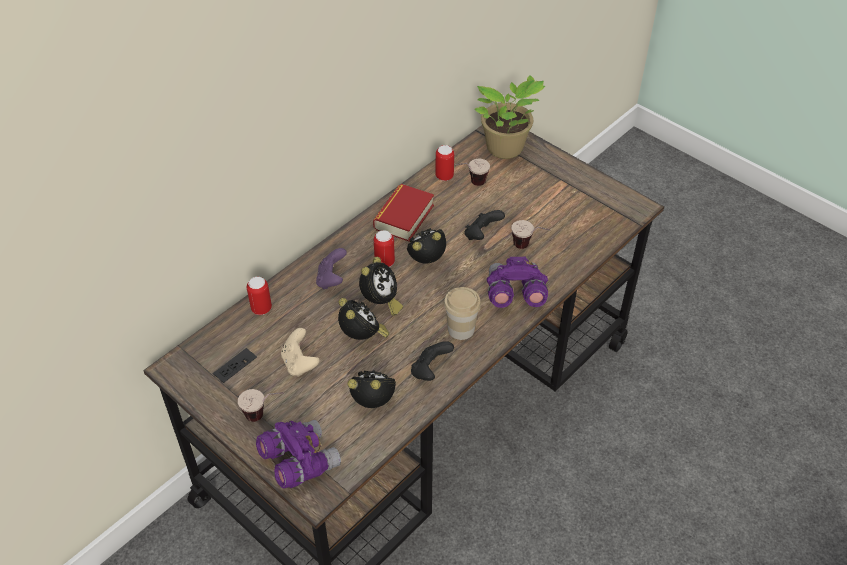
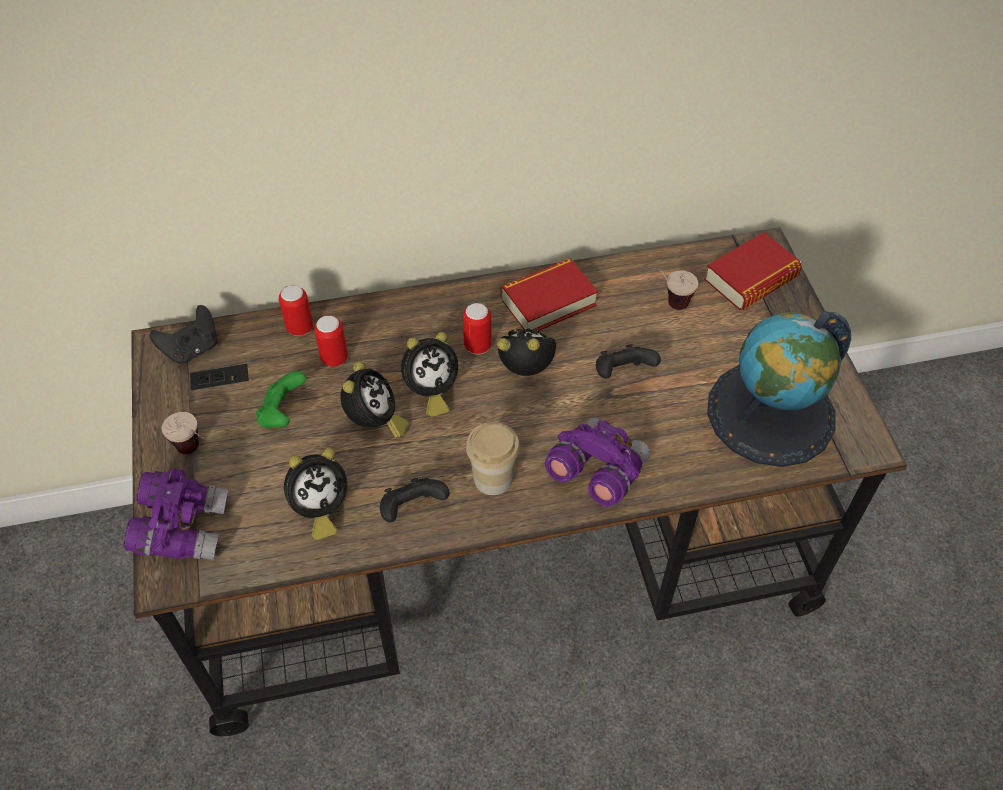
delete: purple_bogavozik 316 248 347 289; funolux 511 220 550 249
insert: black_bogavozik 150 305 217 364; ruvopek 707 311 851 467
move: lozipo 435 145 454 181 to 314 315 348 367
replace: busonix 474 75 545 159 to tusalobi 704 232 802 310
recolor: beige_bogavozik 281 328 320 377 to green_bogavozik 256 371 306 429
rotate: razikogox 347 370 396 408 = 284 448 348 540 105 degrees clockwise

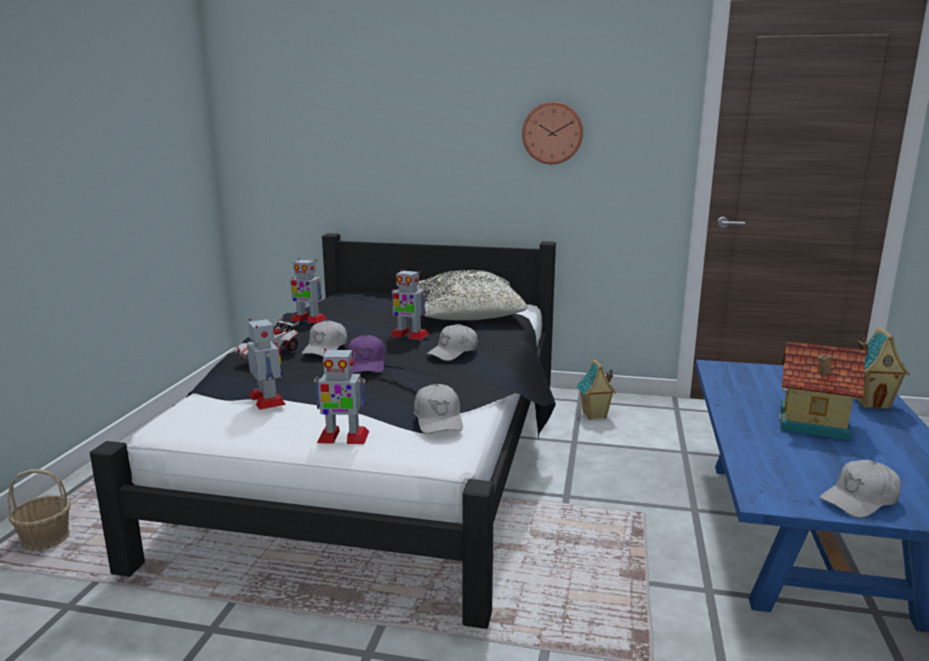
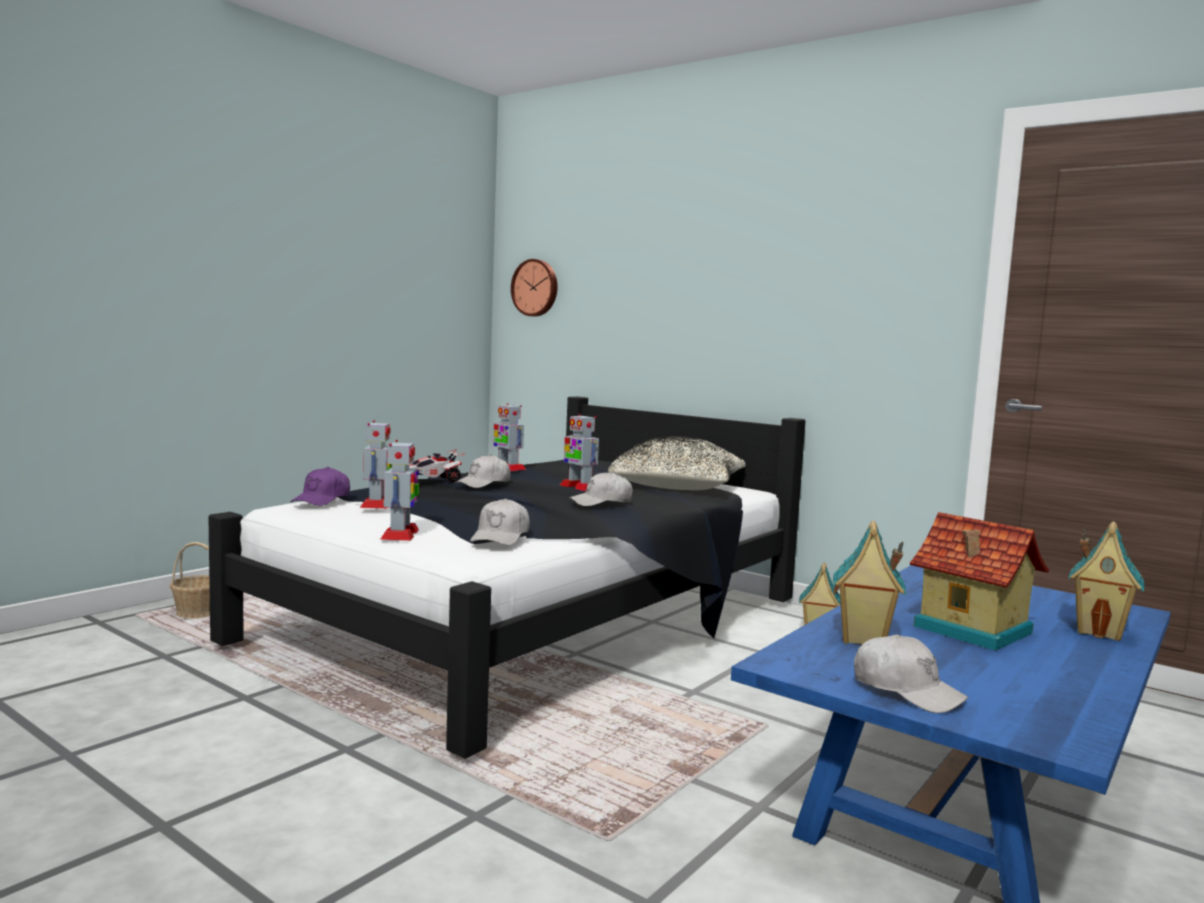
insert: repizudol 833 520 907 644
move: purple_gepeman 347 334 386 374 to 290 467 350 506; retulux 522 102 583 164 to 511 259 558 317
rotate: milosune 314 348 369 444 = 380 440 419 541 120 degrees counterclockwise; white_gepeman 820 460 901 518 = 854 634 968 713 135 degrees counterclockwise

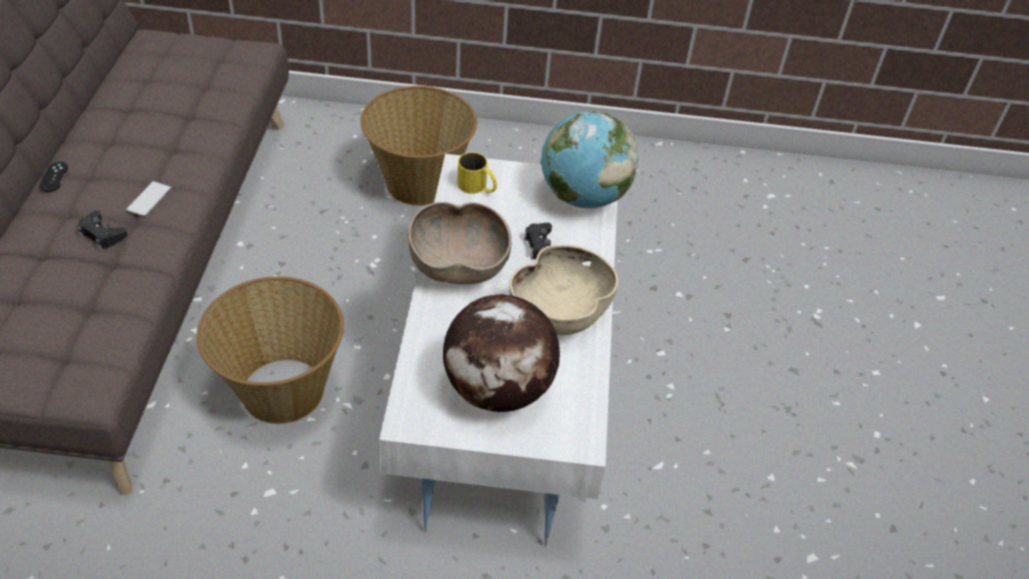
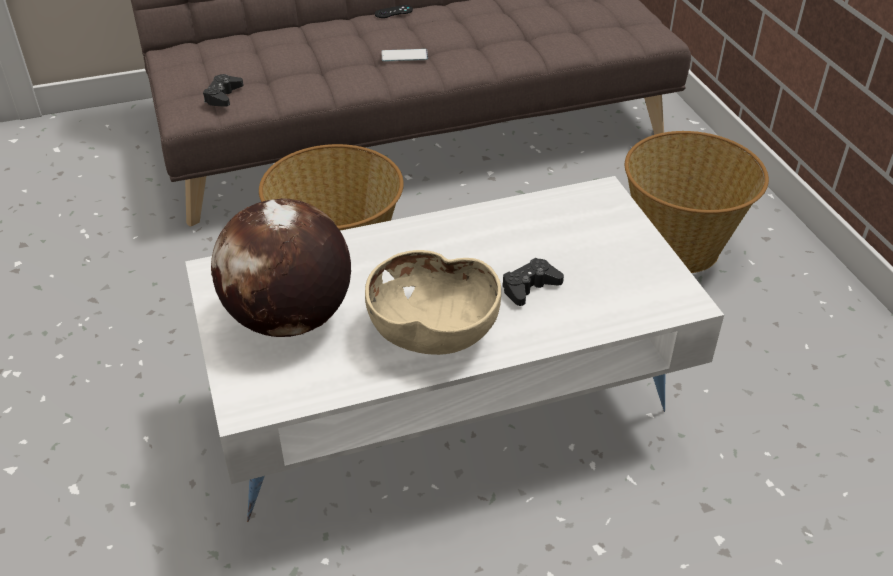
delete: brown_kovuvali 408 202 512 284; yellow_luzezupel 457 152 497 194; ruvopek 541 110 638 208
move: black_bogavozik 77 211 127 250 to 203 74 243 107

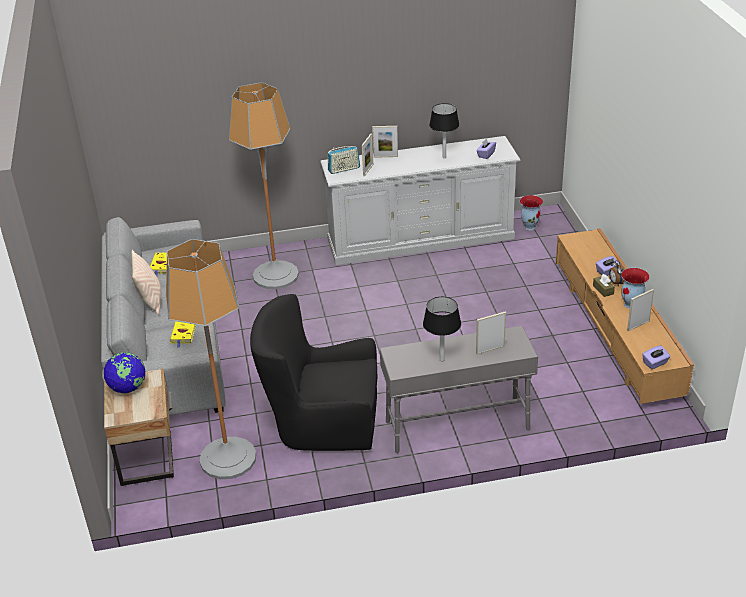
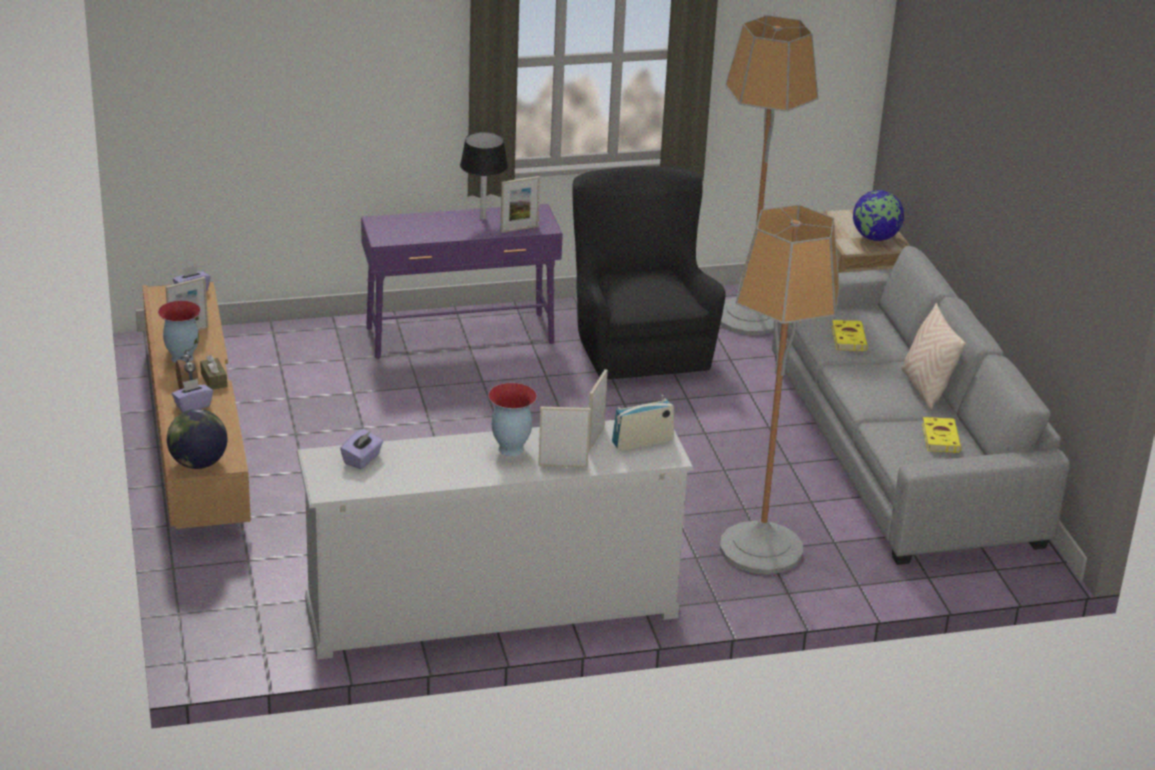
delete: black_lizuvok 429 103 459 158
insert: ruvopek 167 409 227 469
move: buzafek 476 312 506 355 to 500 176 540 233; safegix 520 195 543 230 to 488 383 537 456
recolor: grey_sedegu 380 326 538 453 to purple_sedegu 361 204 563 359
rotate: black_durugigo 250 294 377 451 = 572 166 726 379 105 degrees counterclockwise

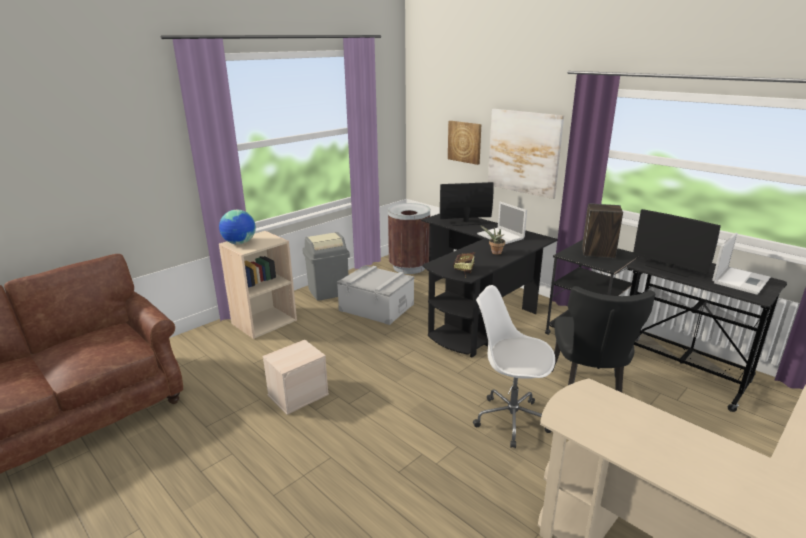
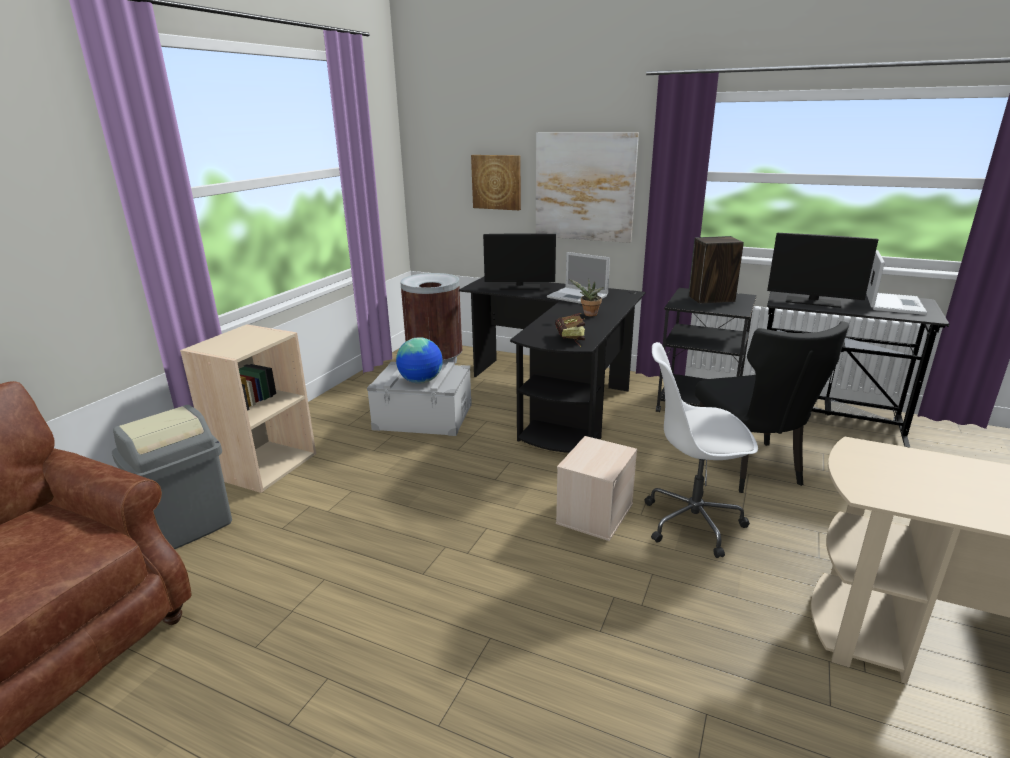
move: ruvopek 219 210 256 245 to 396 337 443 384; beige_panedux 262 340 329 415 to 556 436 637 541; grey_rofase 302 232 350 301 to 112 405 232 549
rotate: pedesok 440 182 494 226 = 483 233 556 290 150 degrees counterclockwise

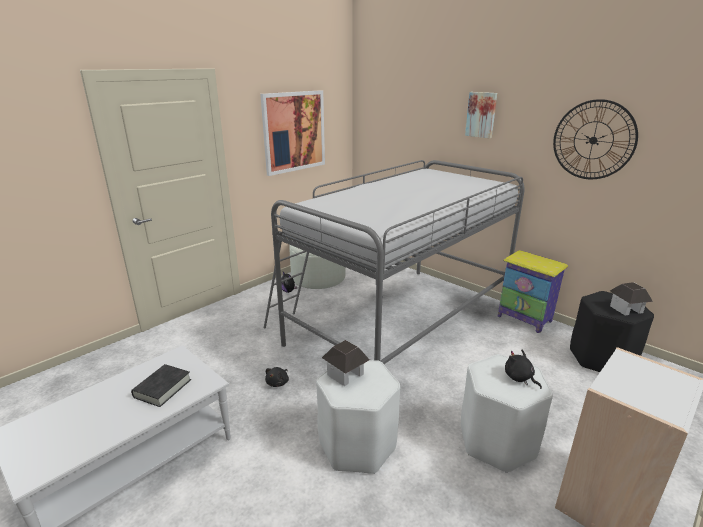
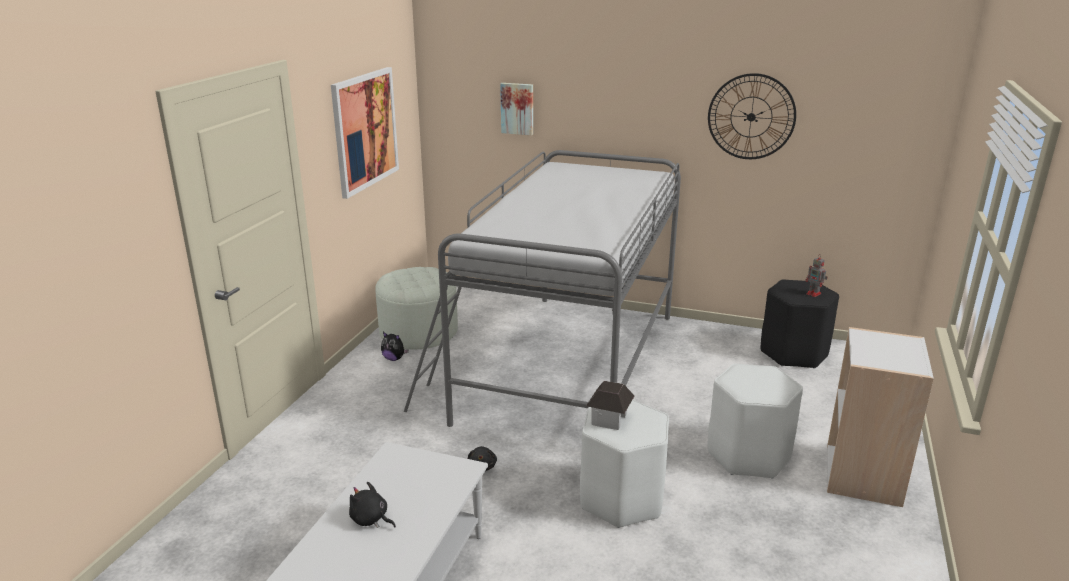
delete: black_tusalobi 131 364 191 407; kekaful 498 250 568 333
move: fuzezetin 465 92 497 138 to 500 83 533 135; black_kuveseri 505 350 542 389 to 349 482 396 528
replace: repizudol 610 282 653 316 to milosune 805 254 828 297

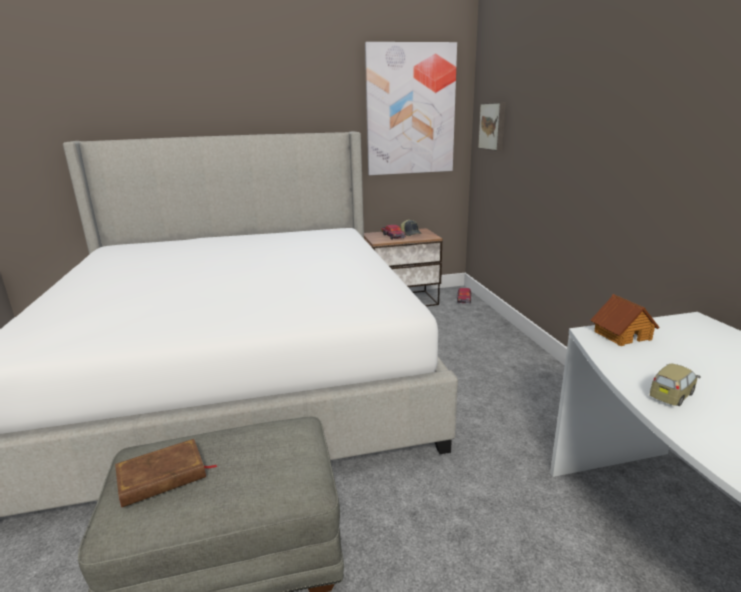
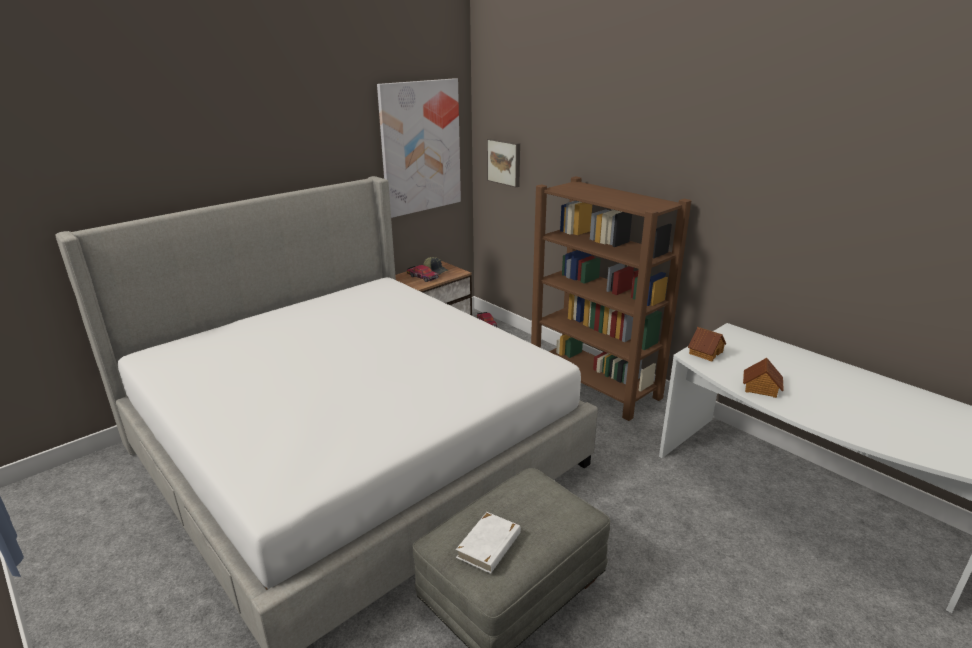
insert: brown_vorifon 531 176 691 421
replace: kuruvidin 650 363 701 407 to repizudol 743 358 784 398
recolor: brown_tusalobi 115 439 218 507 to white_tusalobi 456 512 521 574

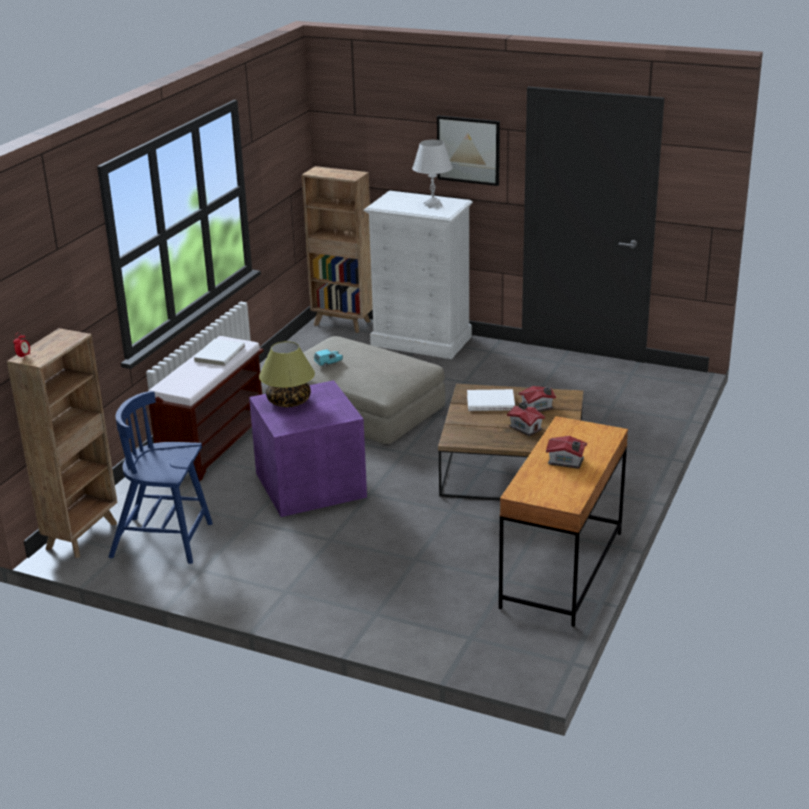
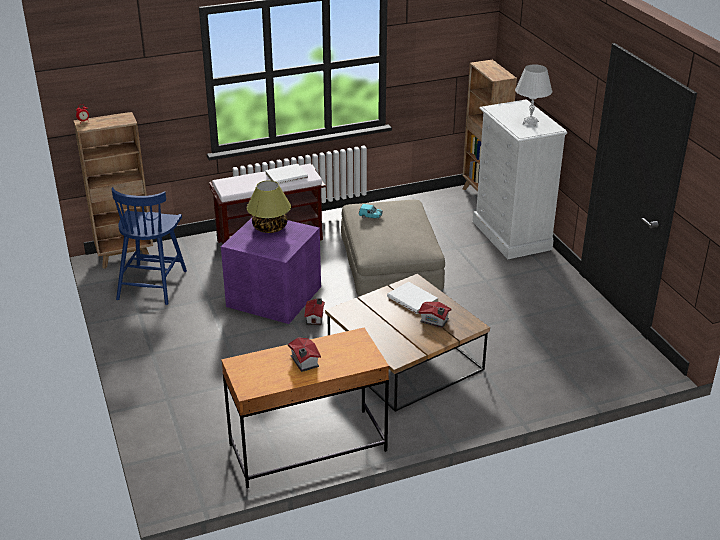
delete: fuzezetin 437 115 500 186
move: repizudol 507 402 545 436 to 304 298 325 325
rotate: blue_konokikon 108 391 213 564 = 111 187 187 305 135 degrees counterclockwise

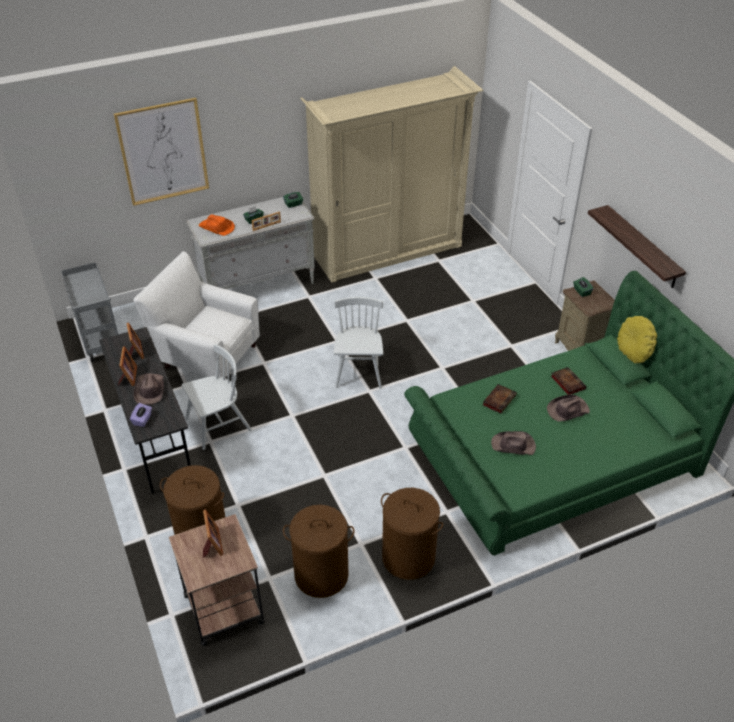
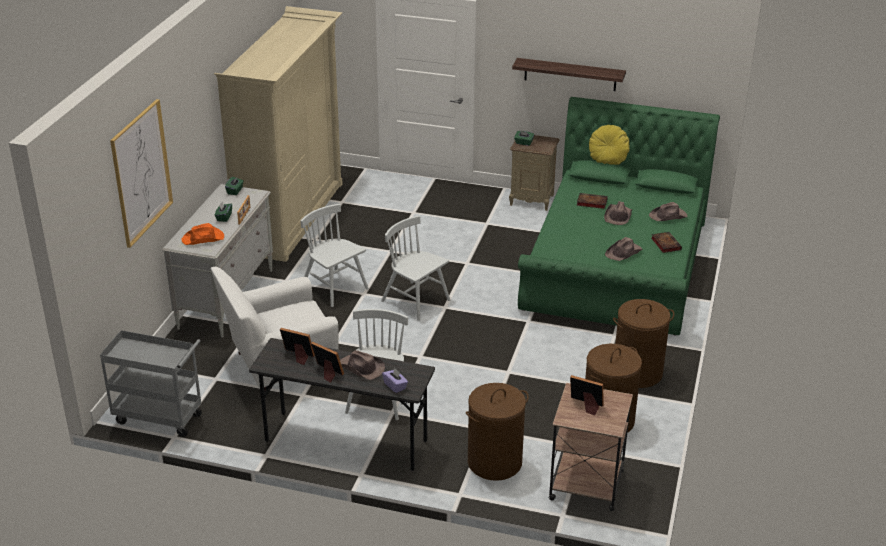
insert: white_konokikon 301 204 369 307; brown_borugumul 649 202 688 221
move: tusalobi 483 384 517 414 to 651 232 682 253

